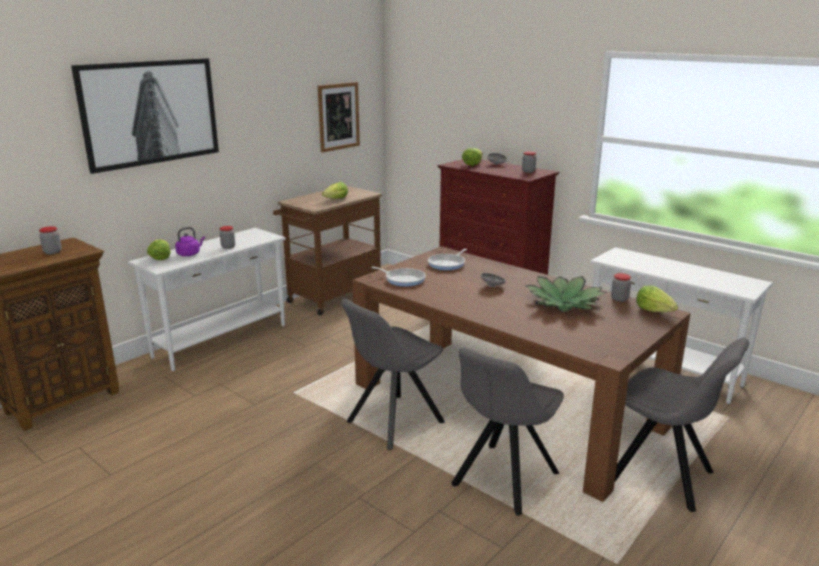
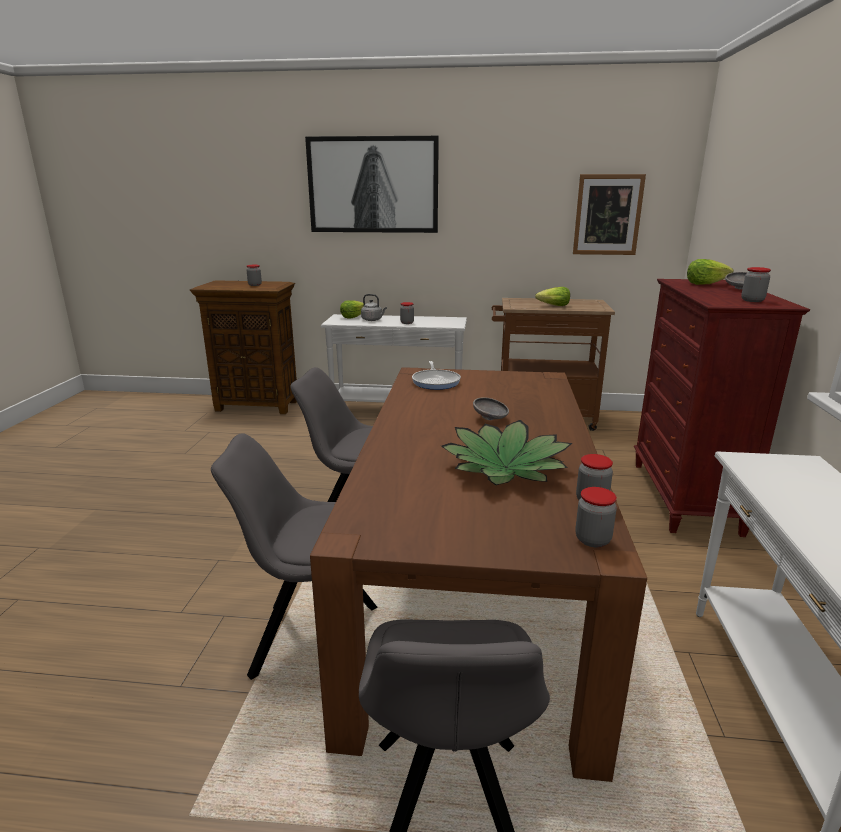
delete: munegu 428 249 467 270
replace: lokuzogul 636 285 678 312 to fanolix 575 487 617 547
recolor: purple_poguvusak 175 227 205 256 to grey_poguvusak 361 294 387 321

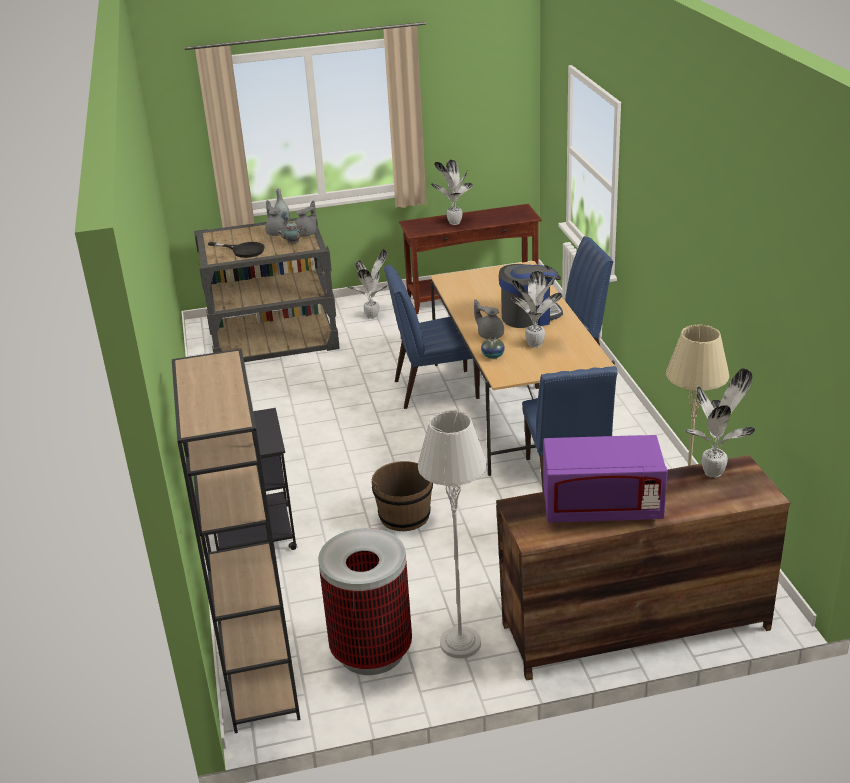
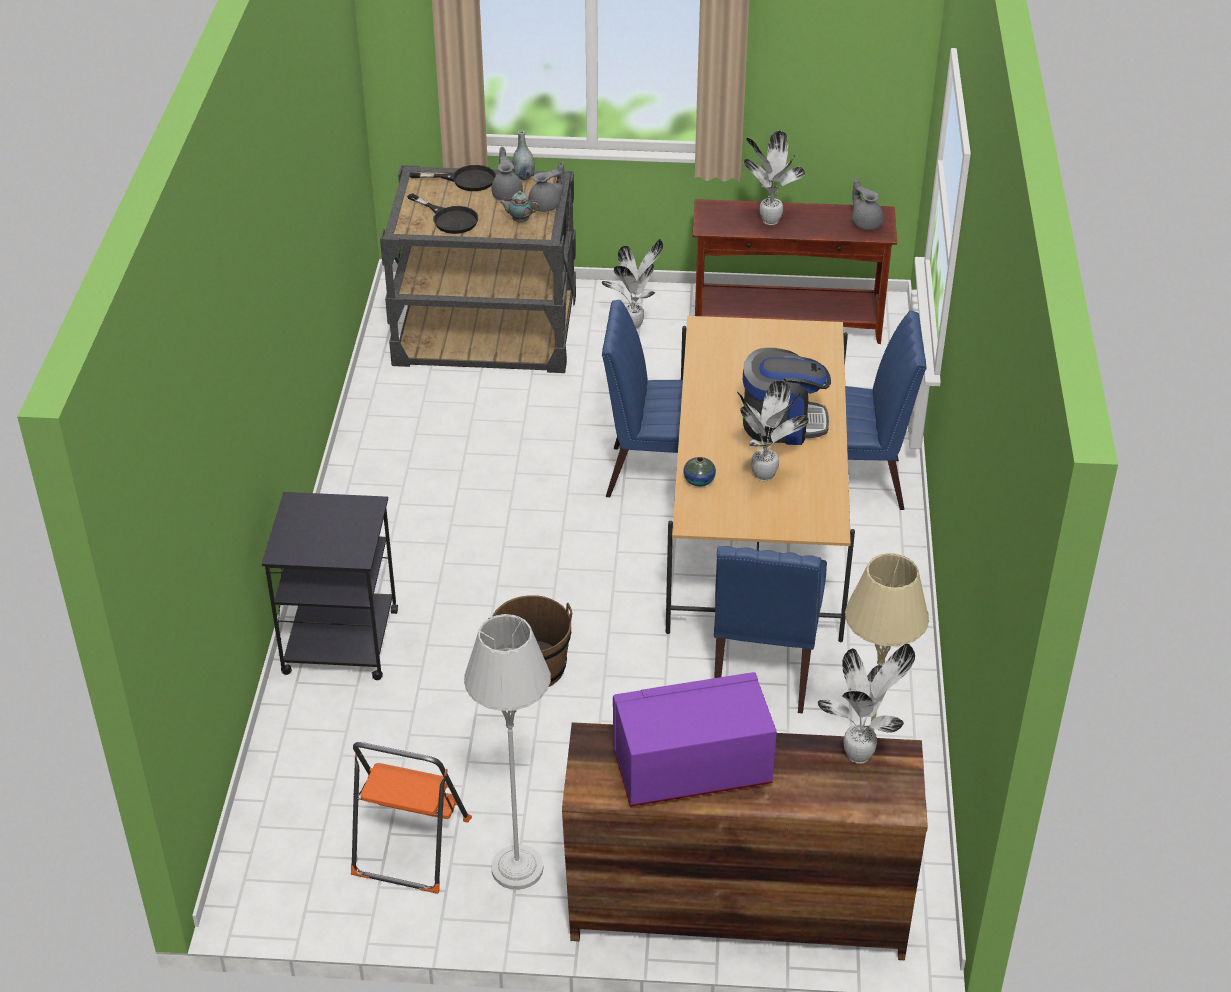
delete: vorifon 172 349 301 733
insert: black_munegu 410 165 496 191
move: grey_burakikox 474 299 504 339 to 852 177 884 230
replace: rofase 318 528 412 675 to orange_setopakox 351 742 472 894
rotate: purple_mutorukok 543 435 668 522 = 613 672 777 807 150 degrees clockwise

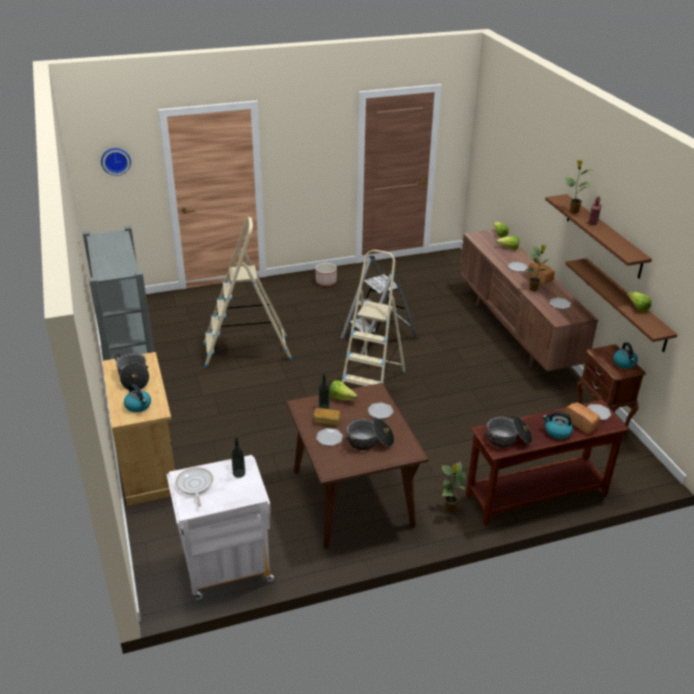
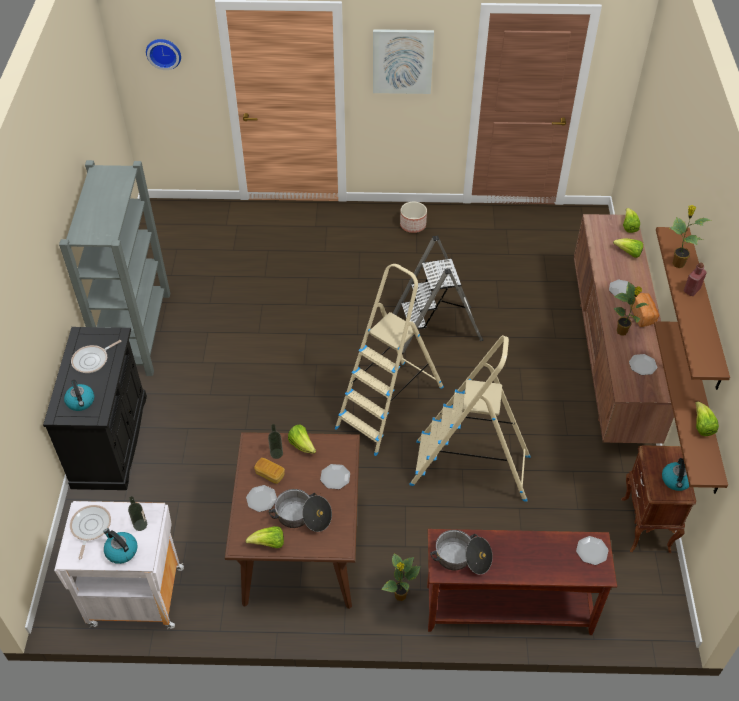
delete: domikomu 563 402 600 434
insert: lokuzogul 246 526 284 548; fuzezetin 373 29 434 94
move: beige_setopakox 203 217 292 367 to 409 335 531 502; poguvusak 543 411 573 439 to 103 528 137 564
replace: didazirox 114 353 149 391 to munegu 71 340 121 373
recolor: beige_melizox 102 352 175 506 to black_melizox 43 327 147 490

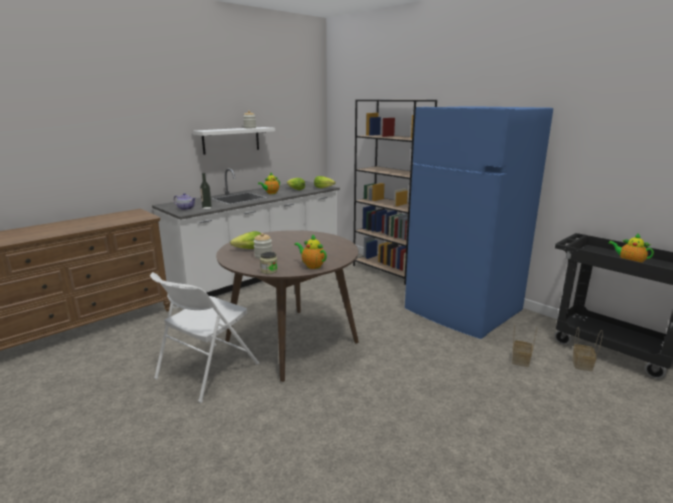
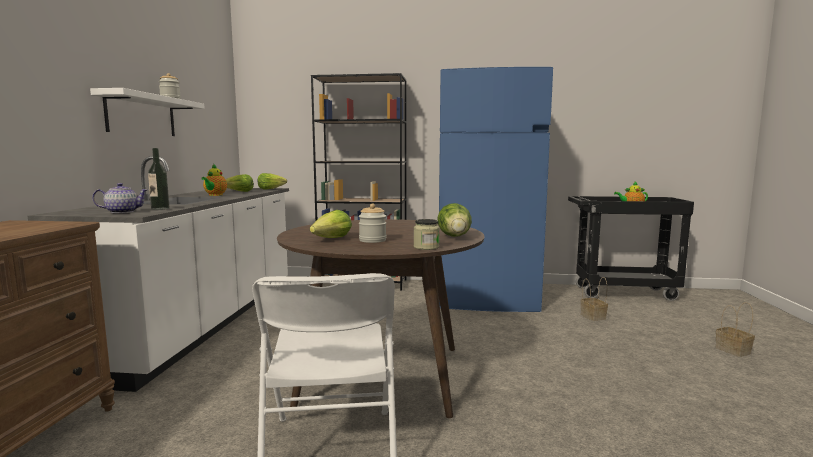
move: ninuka 572 327 603 371 to 715 302 755 357
replace: burakikox 294 235 327 269 to lokuzogul 437 203 472 237

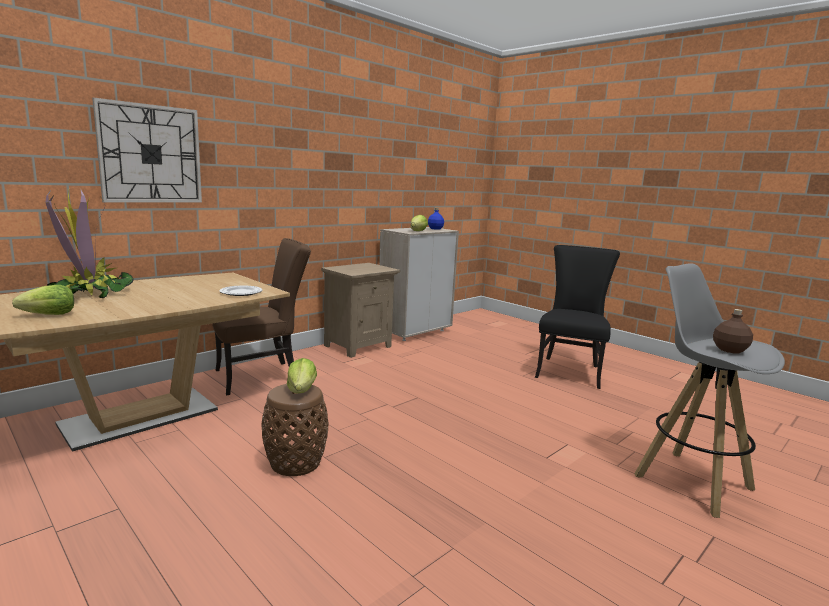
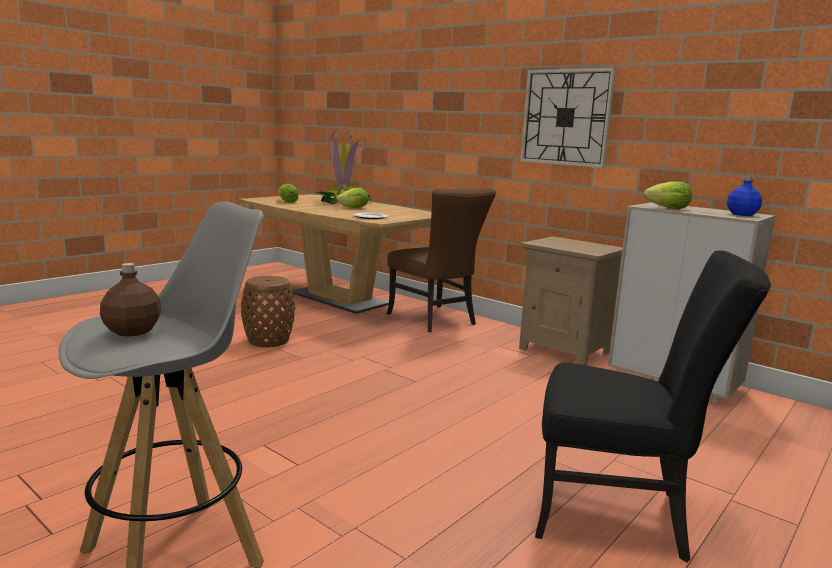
move: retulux 92 98 202 203 to 520 68 616 168; lokuzogul 287 358 317 393 to 336 188 369 208

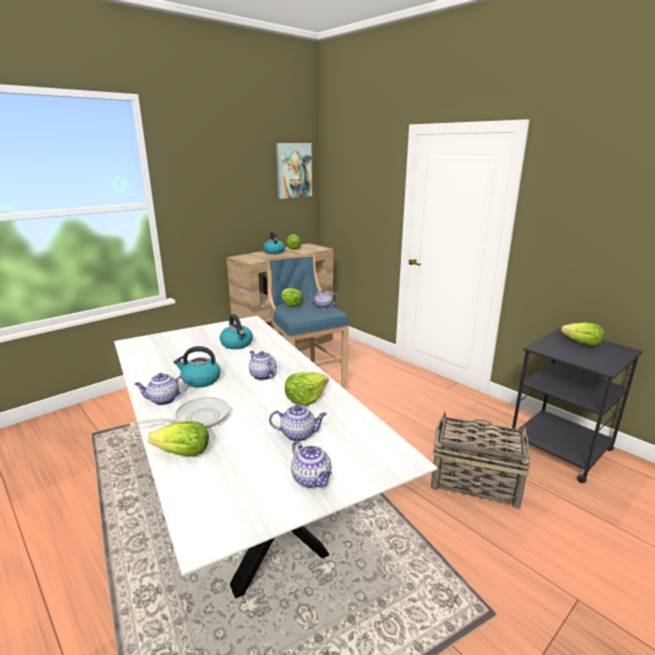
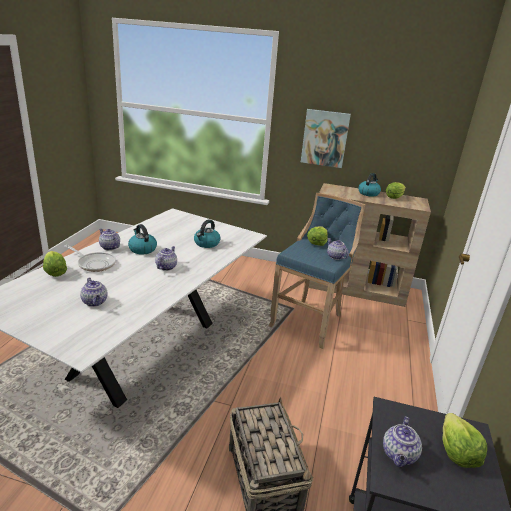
delete: lokuzogul 285 372 329 406
move: fuzezetin 276 143 312 199 to 301 109 351 168; burakikox 291 440 332 488 to 383 416 422 467

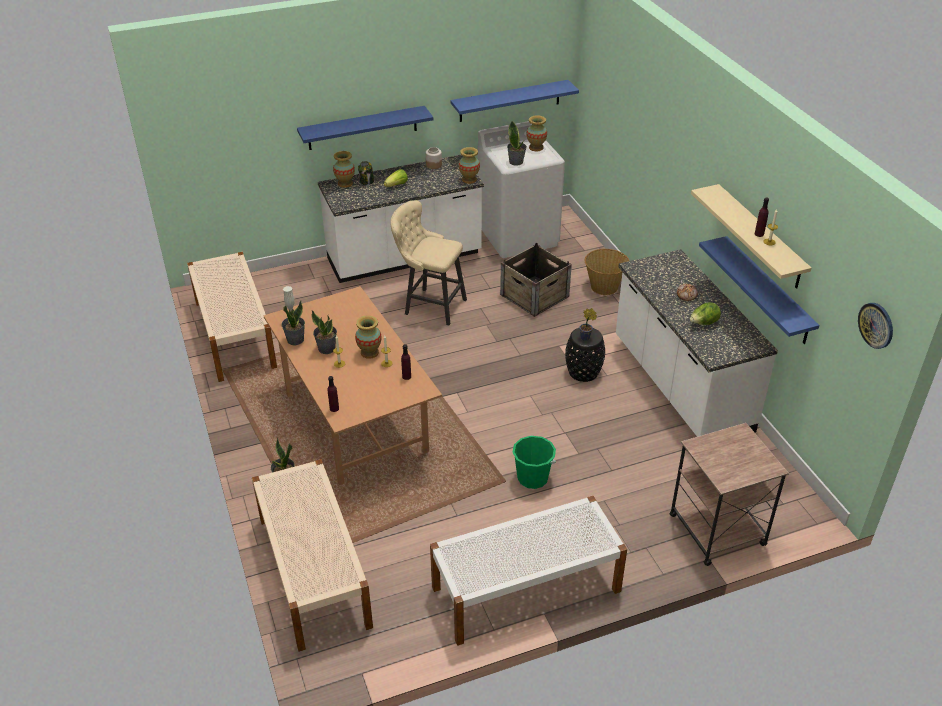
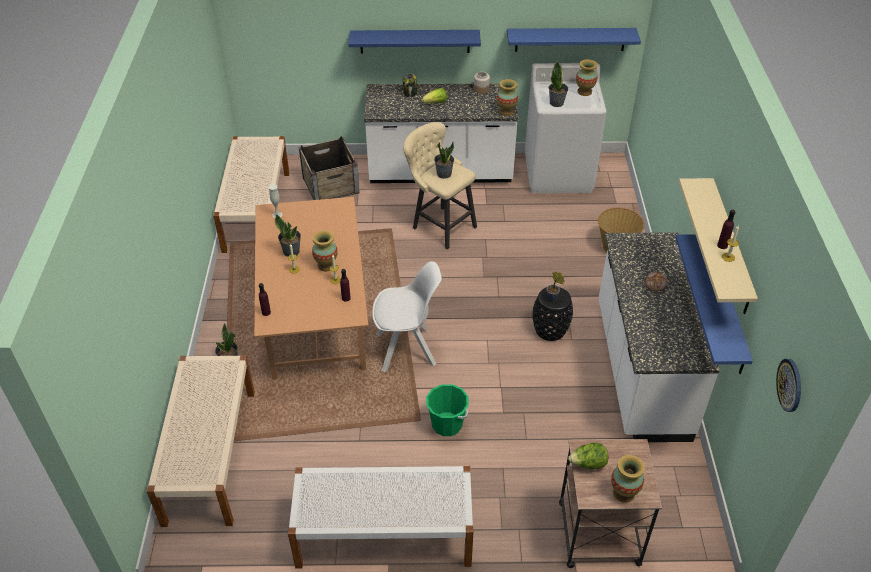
insert: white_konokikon 372 261 442 372
move: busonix 281 301 305 345 to 434 141 454 179; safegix 333 151 355 188 to 611 455 645 503; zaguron 500 243 572 317 to 299 136 360 200; lokuzogul 690 302 721 325 to 568 443 608 469

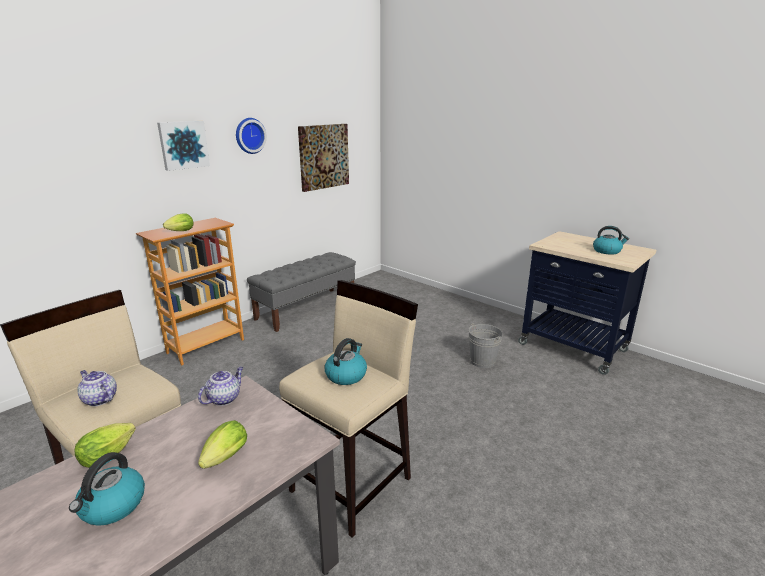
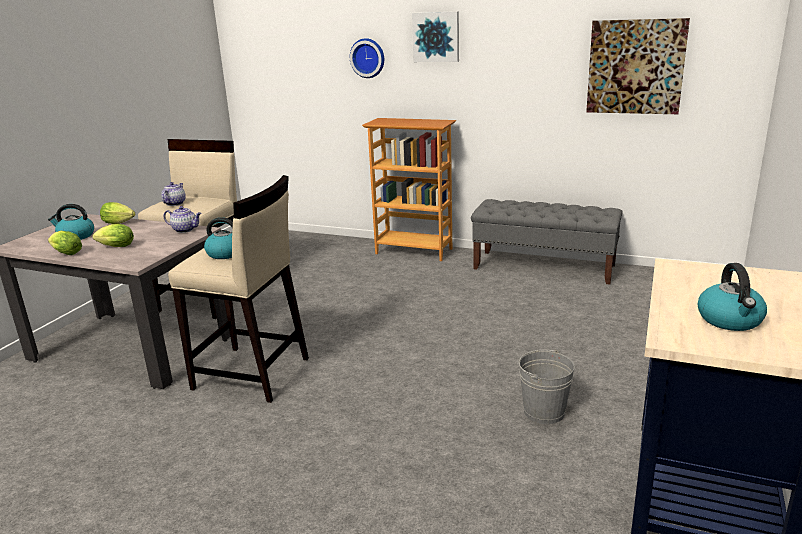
move: lokuzogul 163 213 193 231 to 48 231 82 255; retulux 236 118 267 154 to 350 38 384 78

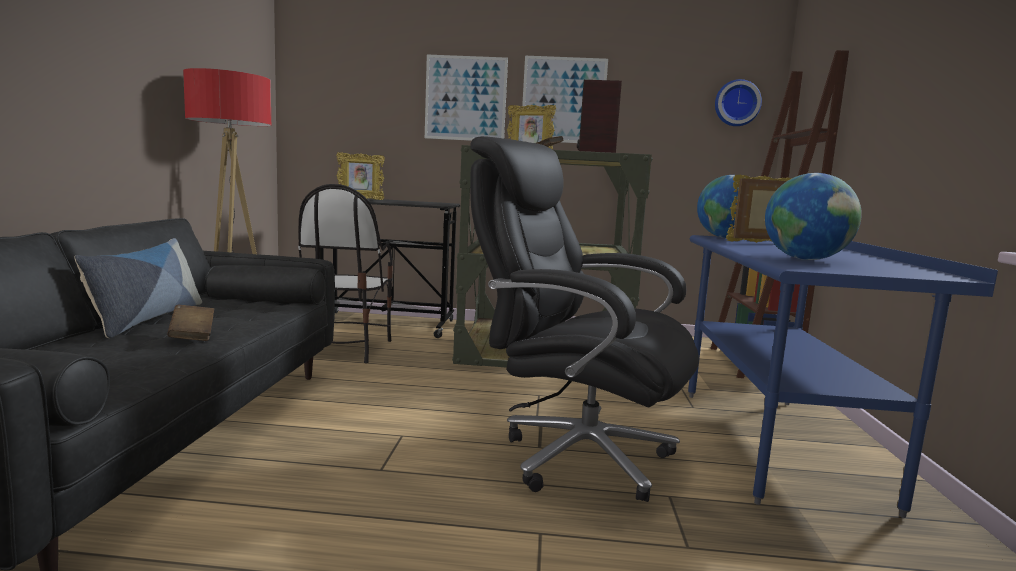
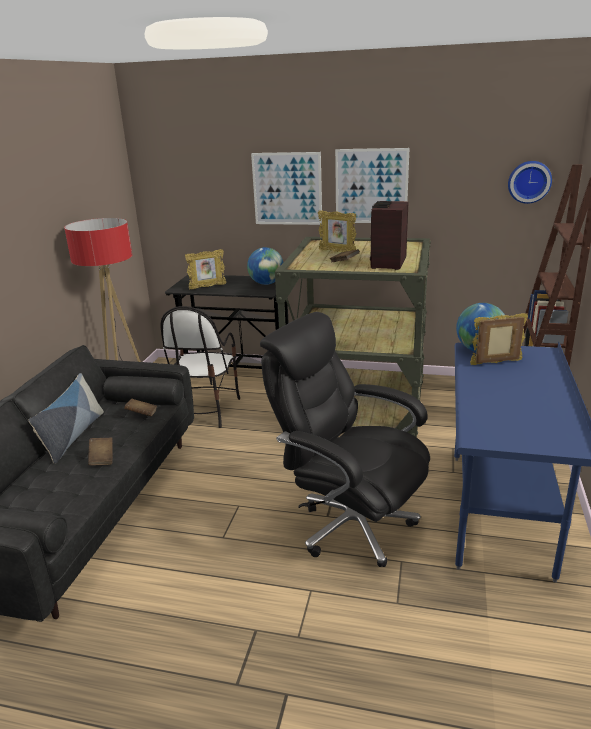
insert: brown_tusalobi 124 399 157 416
move: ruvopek 765 173 862 260 to 247 247 284 285

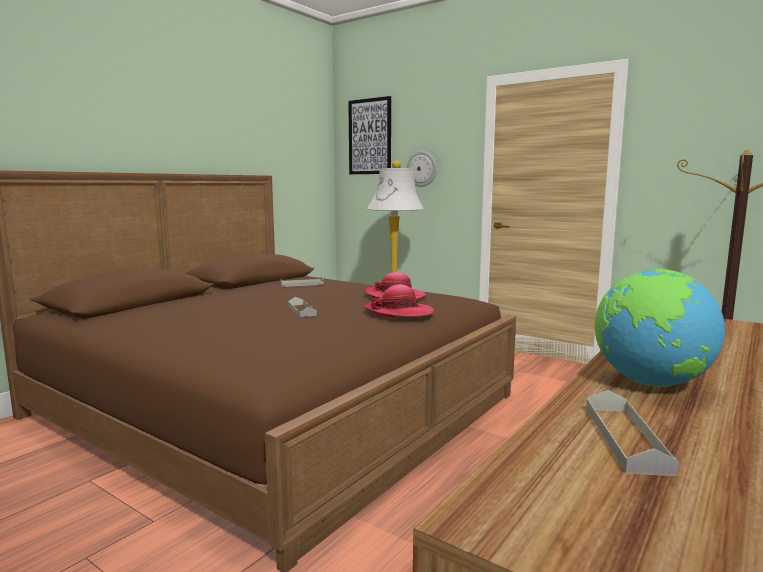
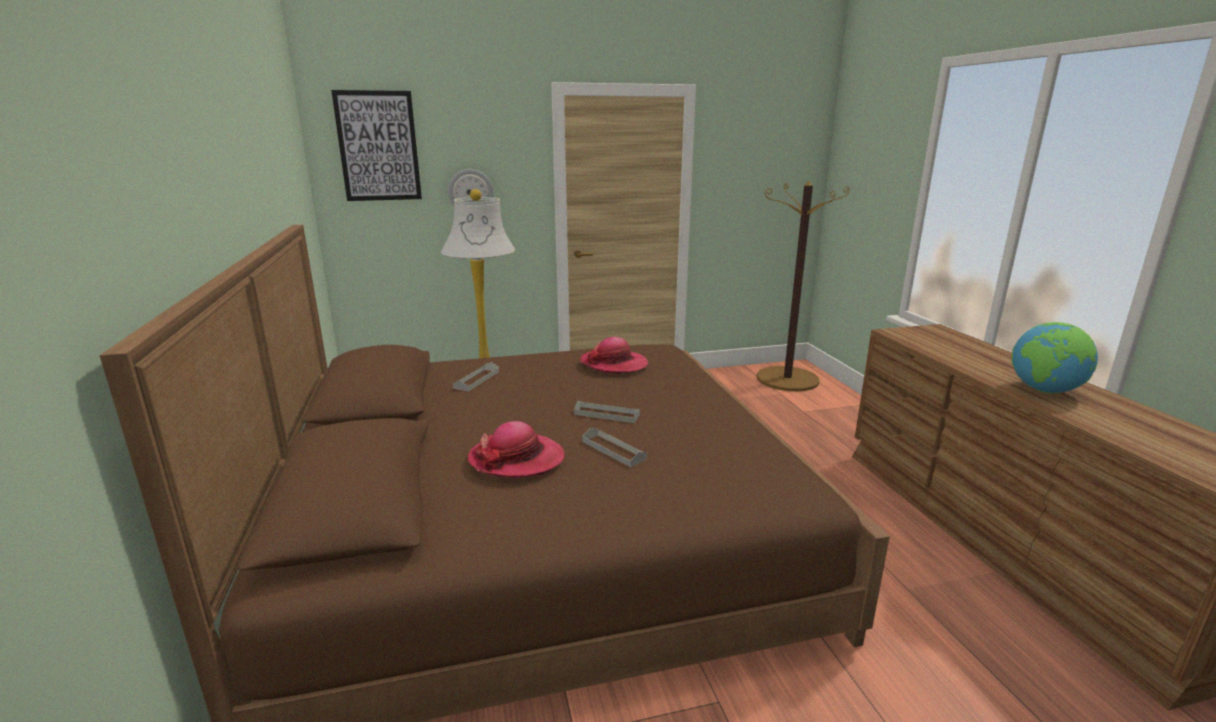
move: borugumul 364 284 434 318 to 468 421 564 478; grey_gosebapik 586 390 679 477 to 582 428 647 467

